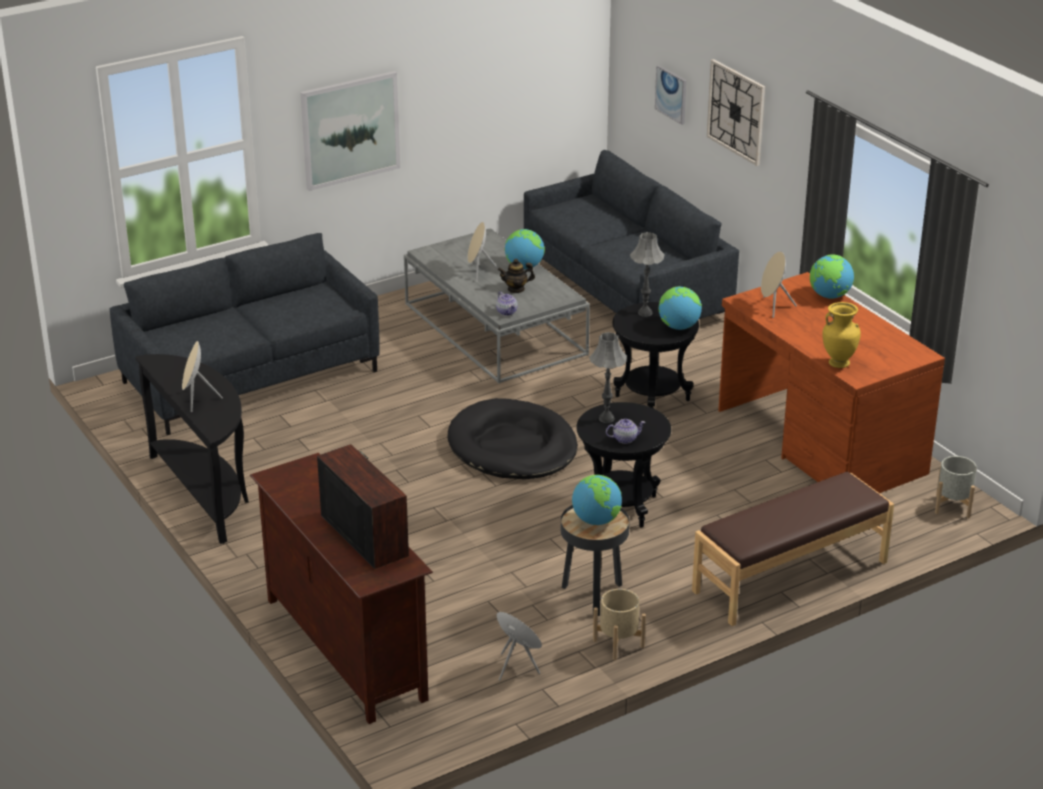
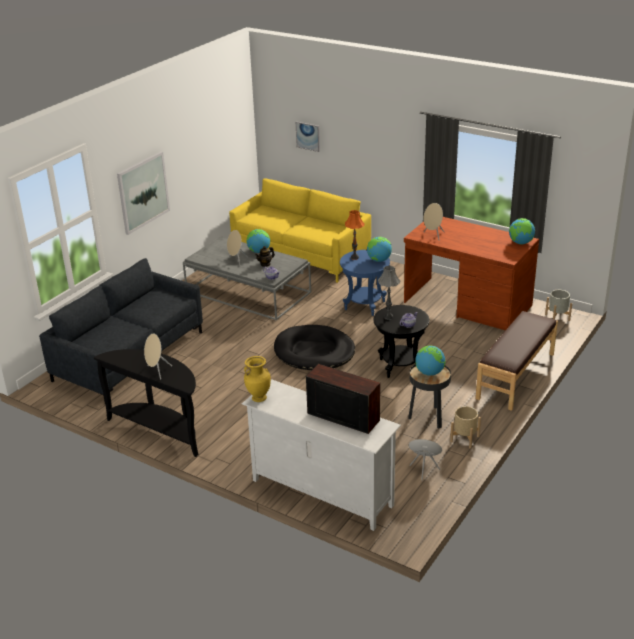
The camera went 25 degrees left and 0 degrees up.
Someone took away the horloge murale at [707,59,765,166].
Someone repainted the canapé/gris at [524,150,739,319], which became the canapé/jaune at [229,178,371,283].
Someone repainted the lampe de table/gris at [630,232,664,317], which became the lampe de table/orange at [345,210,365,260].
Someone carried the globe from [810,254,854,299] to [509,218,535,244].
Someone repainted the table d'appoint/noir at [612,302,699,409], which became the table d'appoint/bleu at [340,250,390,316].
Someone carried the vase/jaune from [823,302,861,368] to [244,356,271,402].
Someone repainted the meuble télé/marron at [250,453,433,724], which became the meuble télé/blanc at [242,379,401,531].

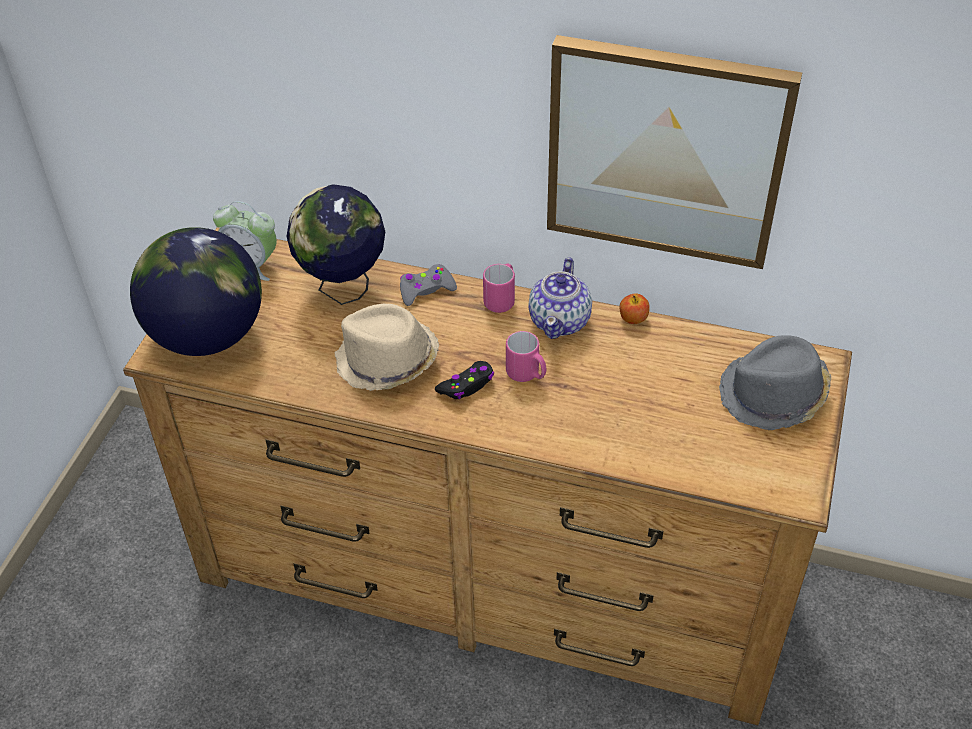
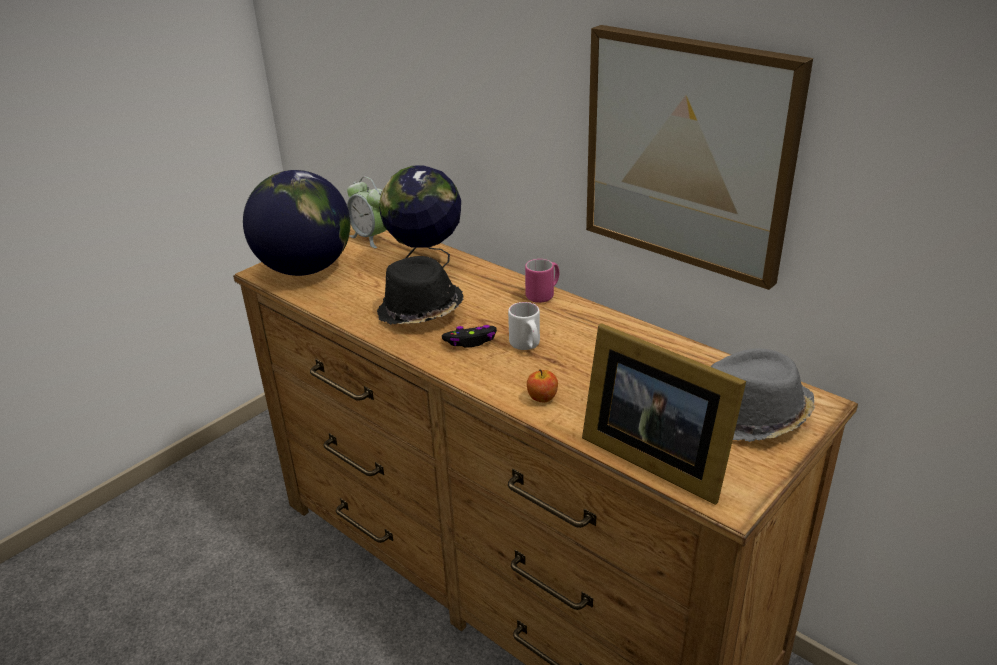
The camera went 25 degrees right and 15 degrees down.
Someone took away the théière at [528,257,592,339].
Someone took away the manette/gris at [400,264,457,306].
Someone carried the pomme from [620,293,650,324] to [527,369,558,402].
Someone repainted the chapeau/beige at [335,304,439,391], which became the chapeau/noir at [377,256,464,325].
Someone repainted the mug/rose at [506,331,546,382], which became the mug/blanc at [508,302,540,350].
Someone put down the cadre photo at [582,323,746,505].

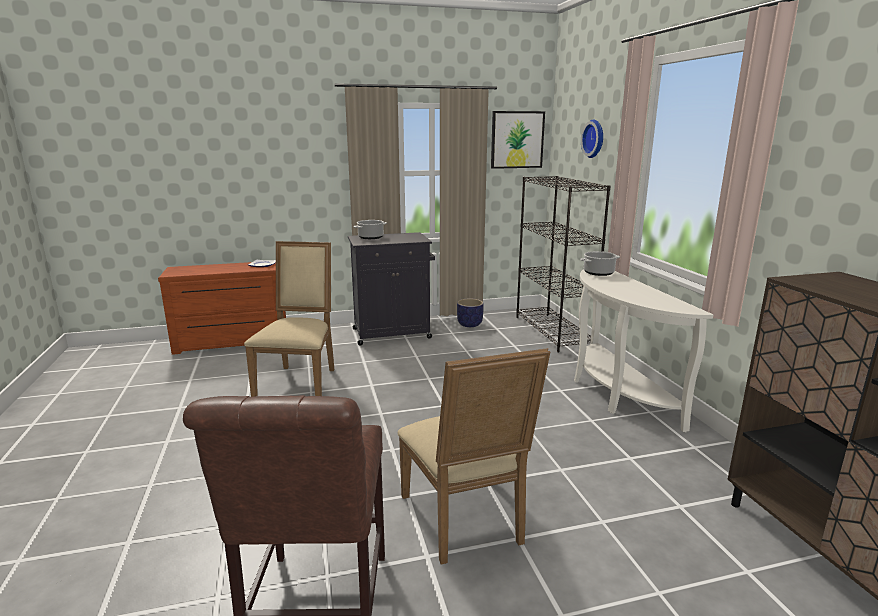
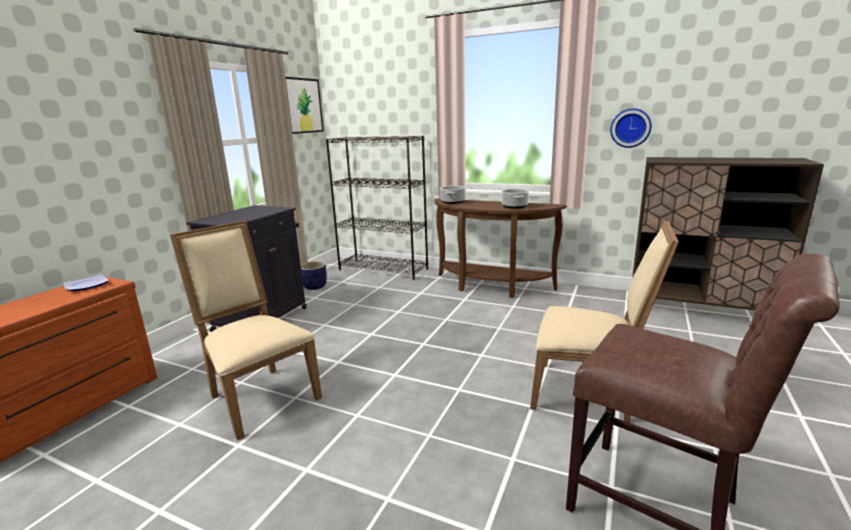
The camera went 50 degrees left and 0 degrees up.
Someone carried the horloge murale from [581,119,603,158] to [610,108,652,148].
Someone carried the marmite from [354,220,387,239] to [501,189,529,208].
Someone repainted the table console/blanc at [574,269,714,432], which became the table console/marron at [434,199,567,298].

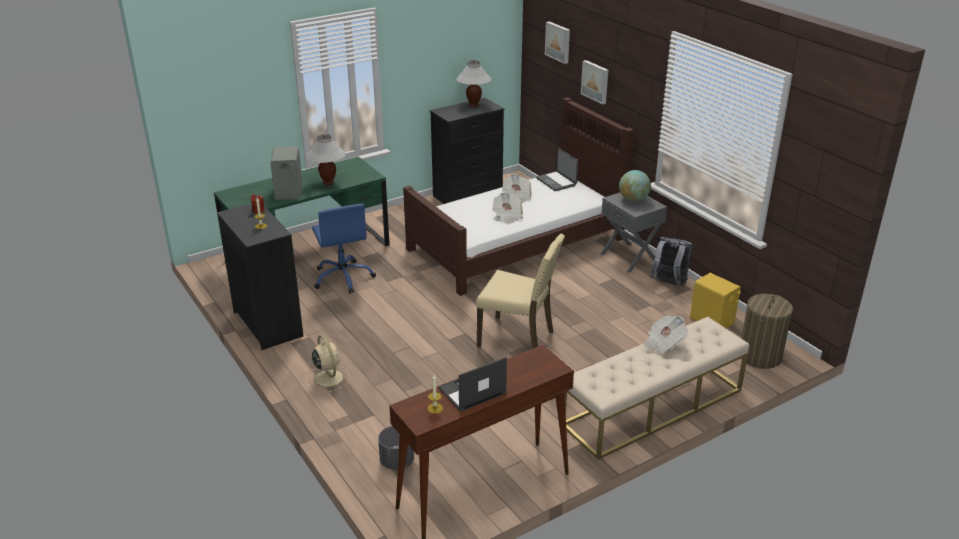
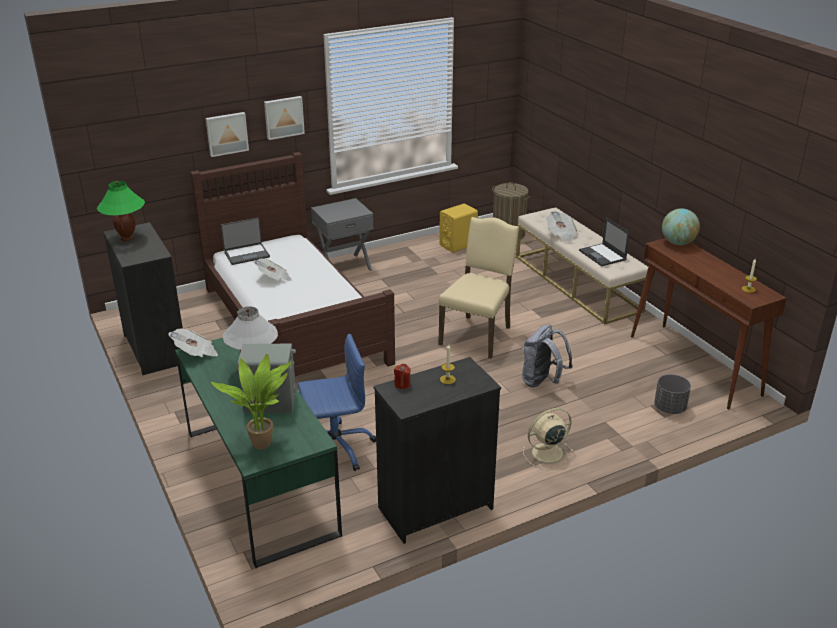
The camera went 85 degrees left and 0 degrees up.
Someone carried the tableau from [545,21,570,64] to [264,96,305,140].
Someone repainted the lampe de table/blanc at [456,60,491,107], which became the lampe de table/vert at [97,181,145,242].
Someone carried the globe from [619,170,651,202] to [662,208,700,245].
Someone carried the journal from [492,192,523,224] to [168,328,218,357].
Someone carried the sac à dos/gris from [649,237,693,286] to [522,324,573,387].
Someone carried the ordinateur portable from [438,357,507,412] to [579,217,630,267].
Someone put down the plante en pot at [211,354,292,450].

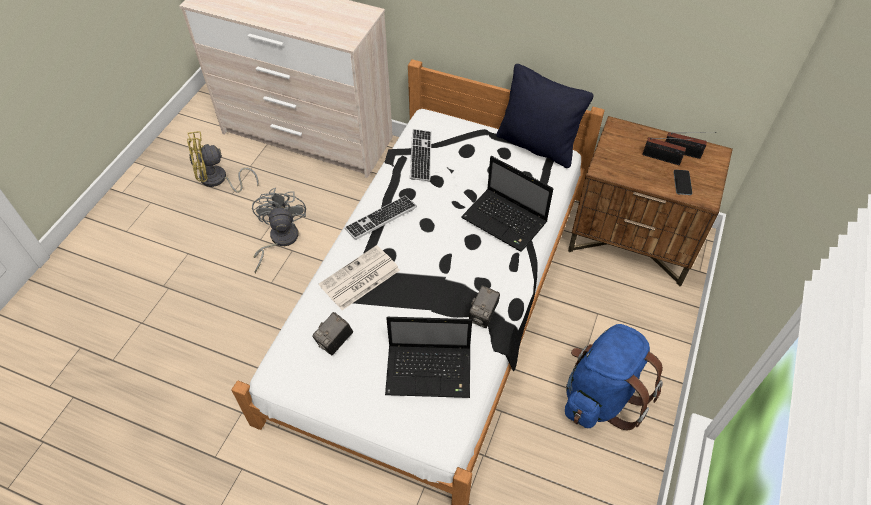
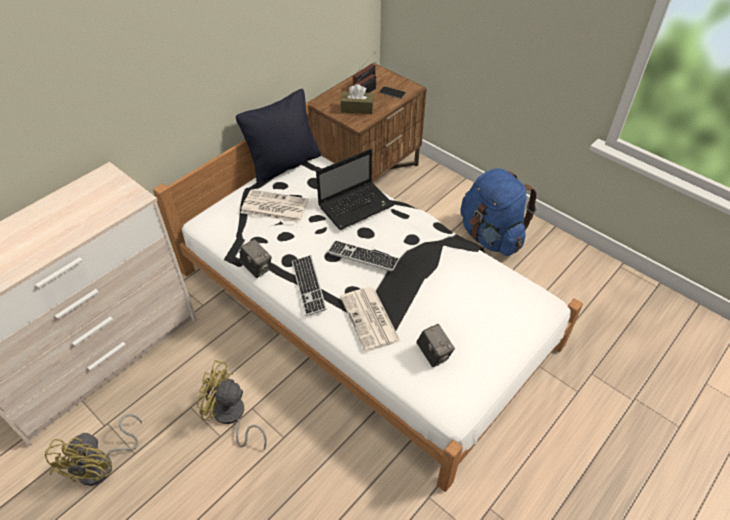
The camera went 70 degrees left and 5 degrees down.
Someone carried the clavier from [410,129,432,181] to [327,240,399,272].
Someone repainted the ventilateur/gris at [252,188,306,273], which became the ventilateur/jaune at [197,360,267,450].
Someone carried the appareil photo from [469,286,500,328] to [239,239,272,278].
Someone took away the ordinateur portable at [385,317,472,398].
Someone put down the boîte à mouchoirs/marron at [340,84,374,114].
Someone put down the journal at [241,190,309,223].

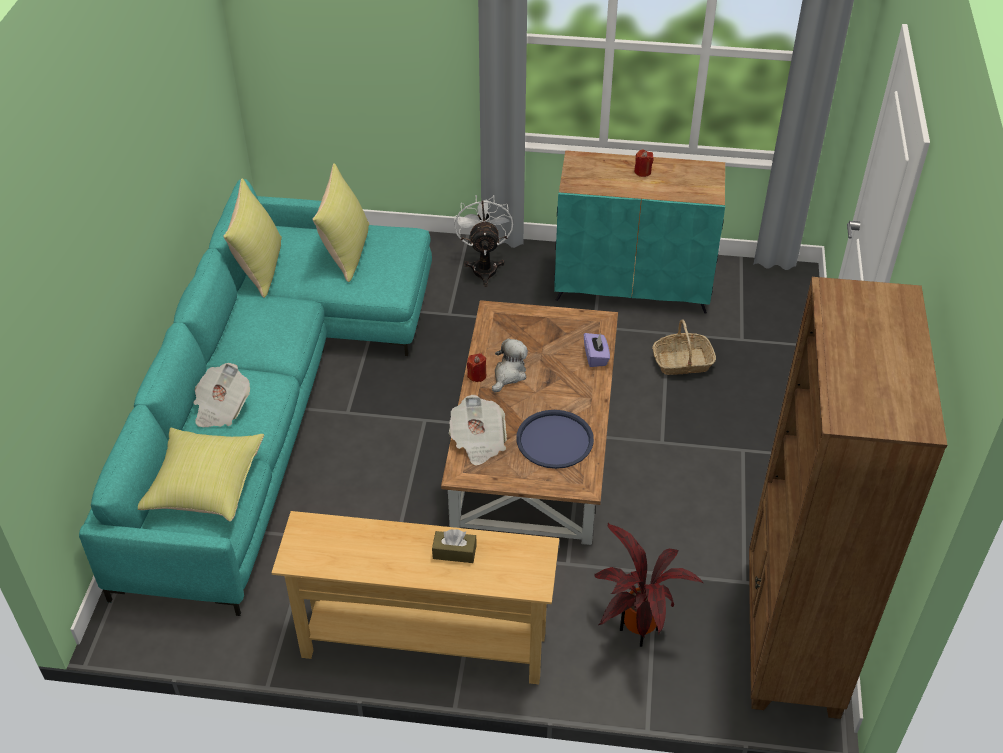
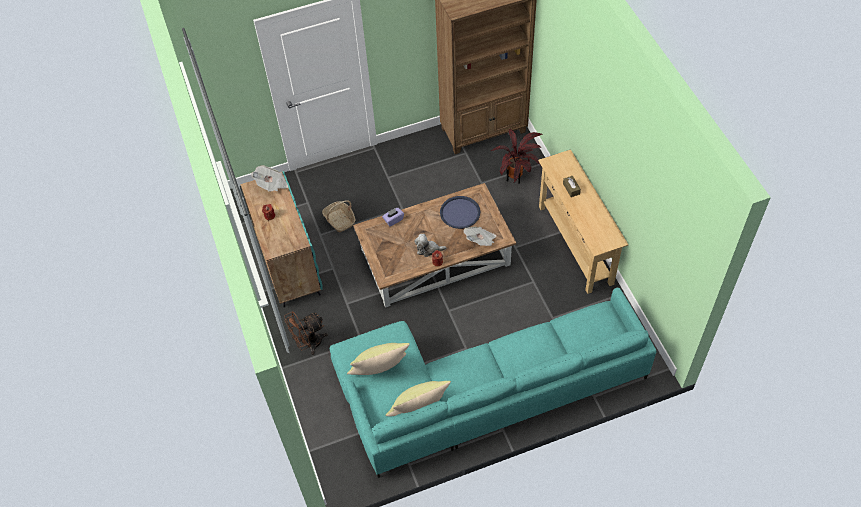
The camera went 115 degrees left and 10 degrees up.
Someone repainted the ventilateur/blanc at [455,195,513,287], which became the ventilateur/marron at [284,311,328,355].
Someone carried the journal from [194,363,250,427] to [251,165,288,192].
Someone took away the coussin/jaune at [138,427,264,521].

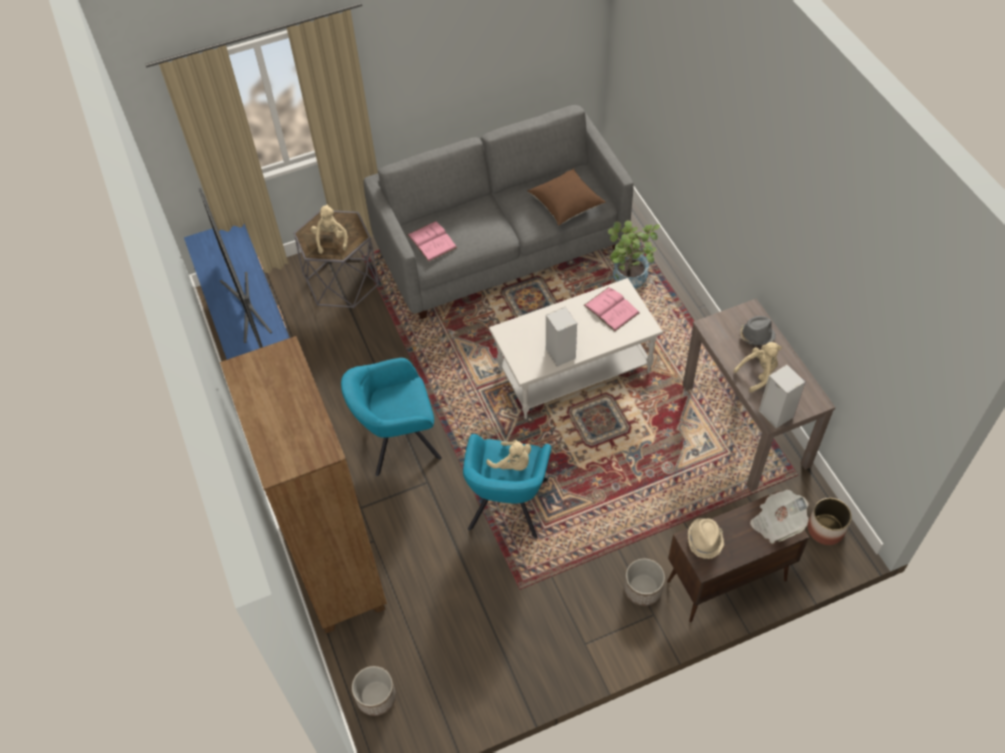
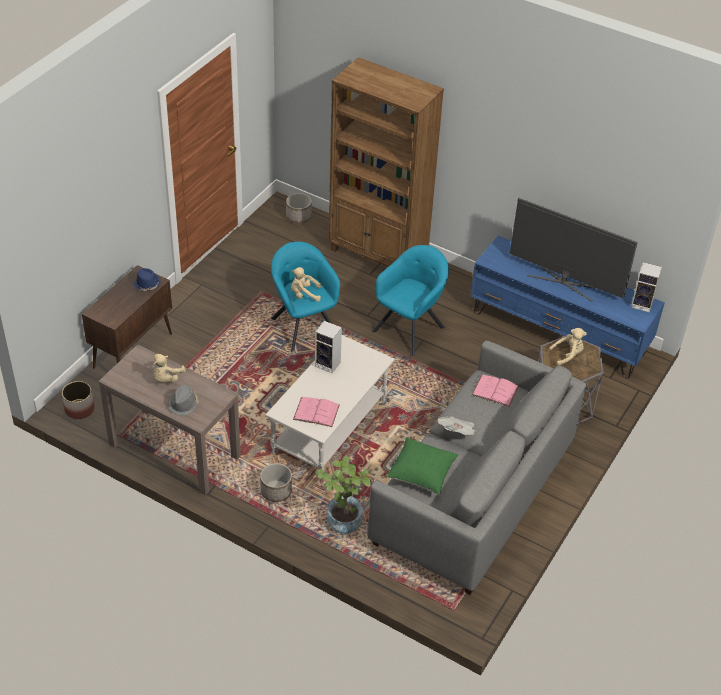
The camera went 140 degrees right and 10 degrees down.
Someone repainted the coussin/marron at [528,169,606,226], which became the coussin/vert at [386,437,459,495].
Someone rotated the peluche/beige at [311,205,348,254] by 60 degrees counterclockwise.
Someone carried the enceinte from [759,364,805,428] to [631,262,662,313].
Someone carried the journal from [750,490,809,544] to [438,416,475,435].
Someone repainted the chapeau/beige at [688,518,724,559], which became the chapeau/bleu at [134,268,161,291].
Someone carried the cache-pot from [624,559,665,606] to [260,463,292,502].

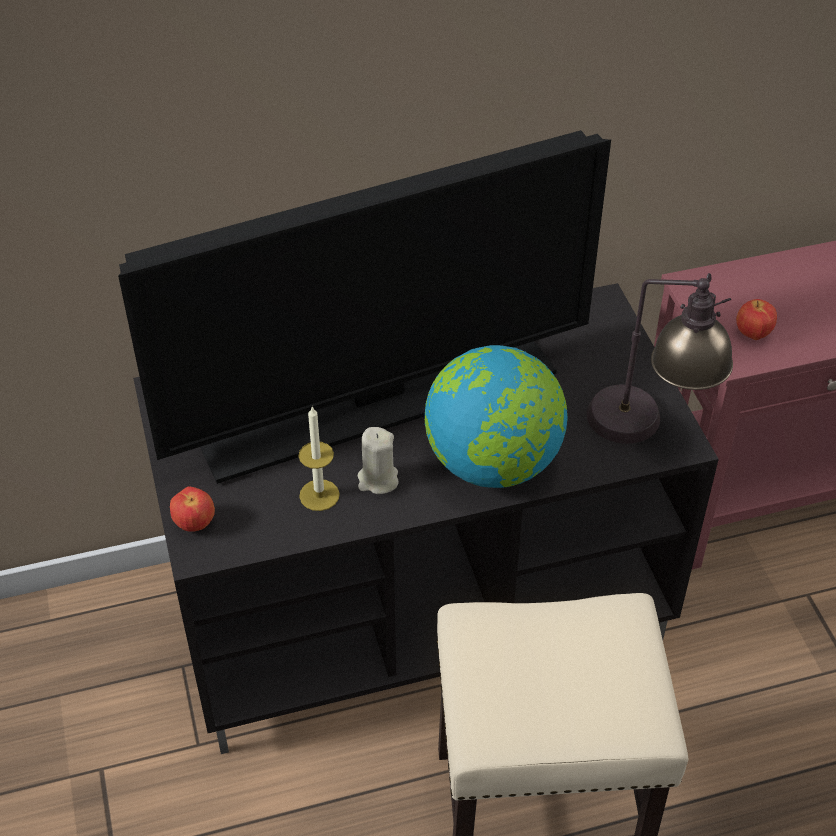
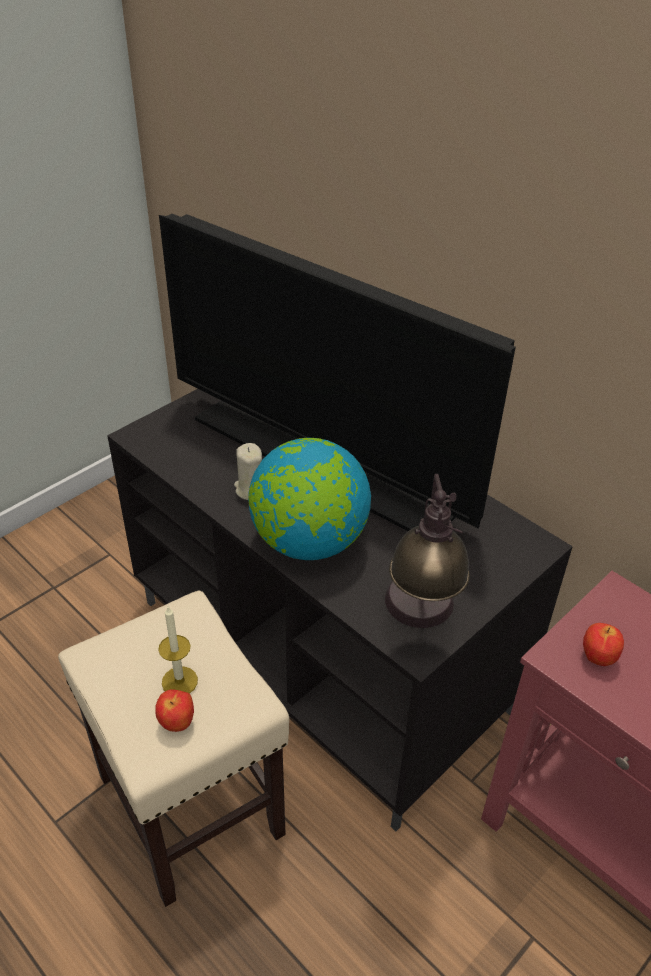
The camera went 60 degrees right and 5 degrees down.
Someone carried the bougie from [299,407,340,511] to [158,607,198,694].
Someone carried the pomme from [170,486,215,532] to [155,689,194,732].

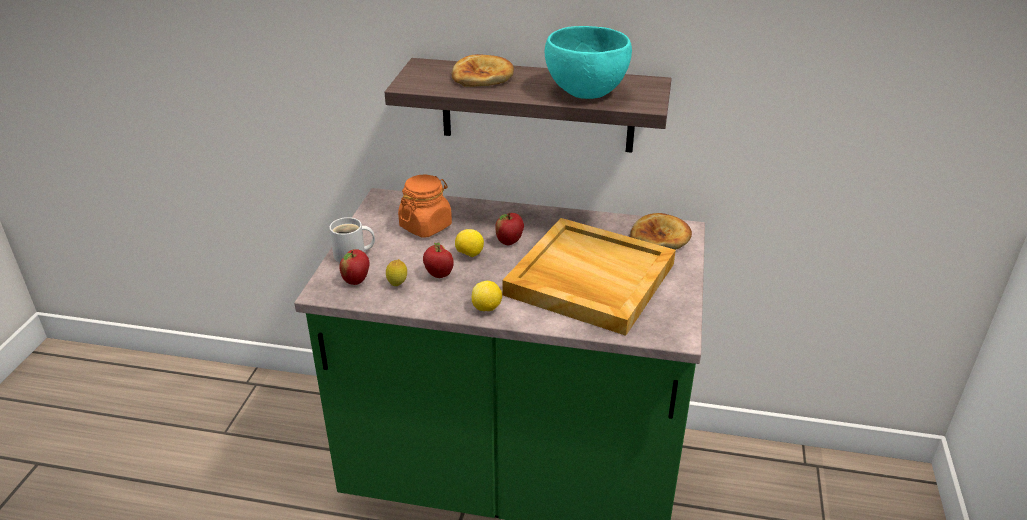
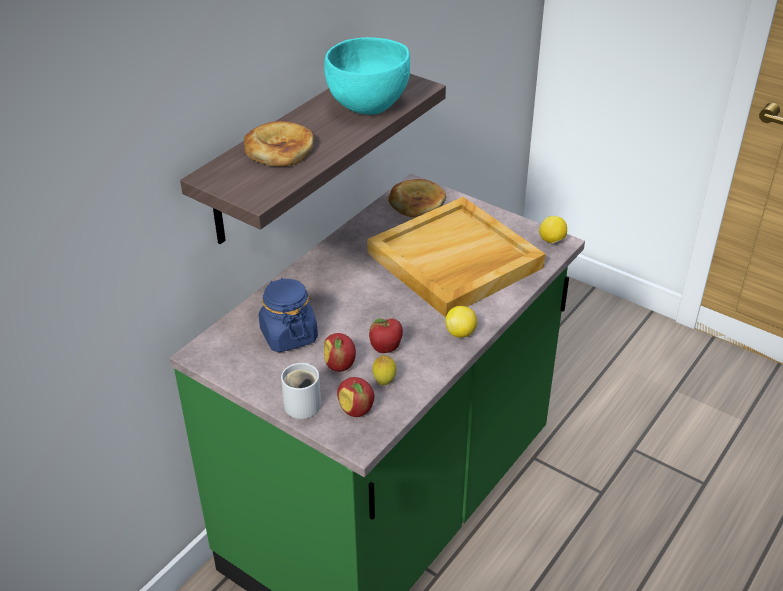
The camera went 65 degrees left and 5 degrees up.
Someone repainted the bocal/orange at [398,175,452,238], which became the bocal/bleu at [259,278,318,352].
Someone carried the pomme from [495,213,524,245] to [324,333,356,372].
Someone carried the citron from [455,229,484,257] to [539,216,567,243].

